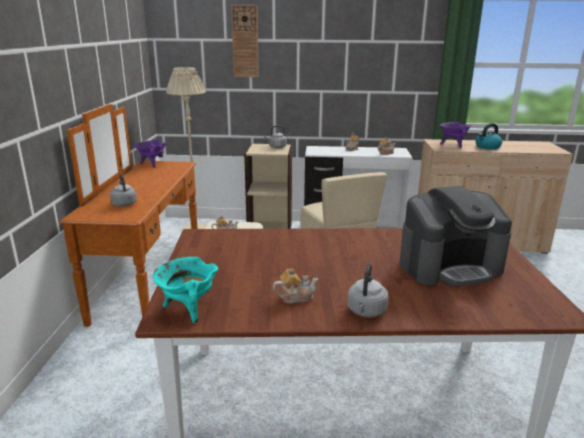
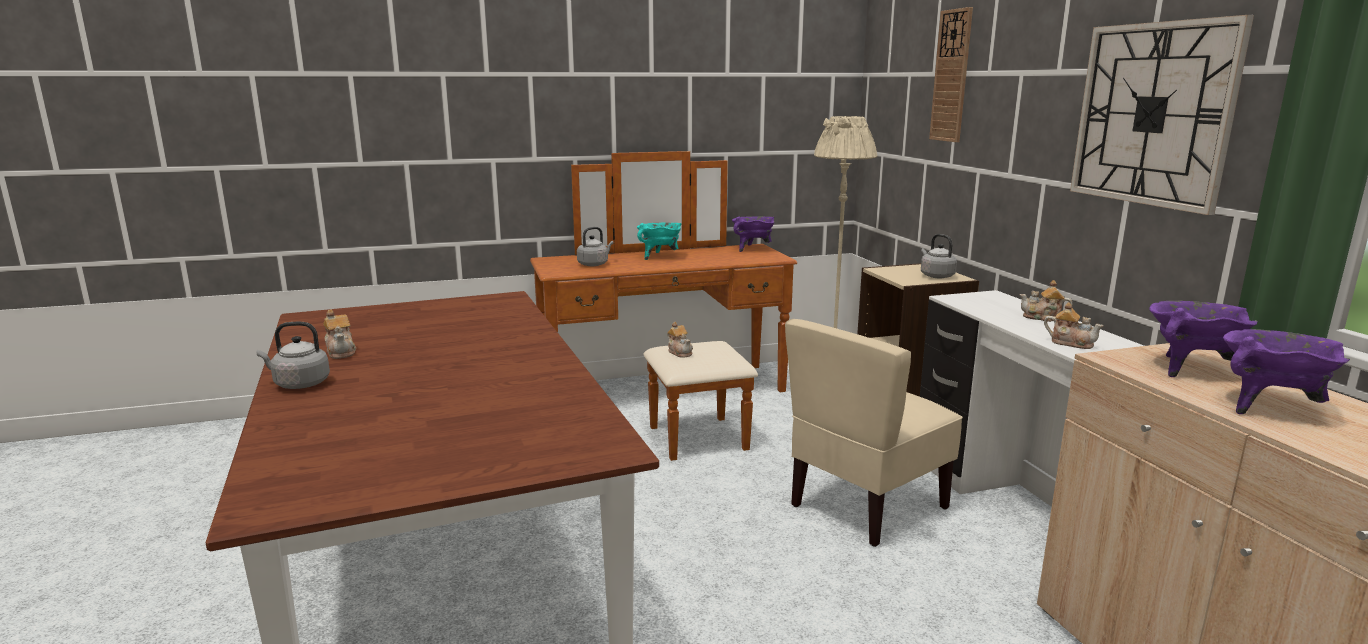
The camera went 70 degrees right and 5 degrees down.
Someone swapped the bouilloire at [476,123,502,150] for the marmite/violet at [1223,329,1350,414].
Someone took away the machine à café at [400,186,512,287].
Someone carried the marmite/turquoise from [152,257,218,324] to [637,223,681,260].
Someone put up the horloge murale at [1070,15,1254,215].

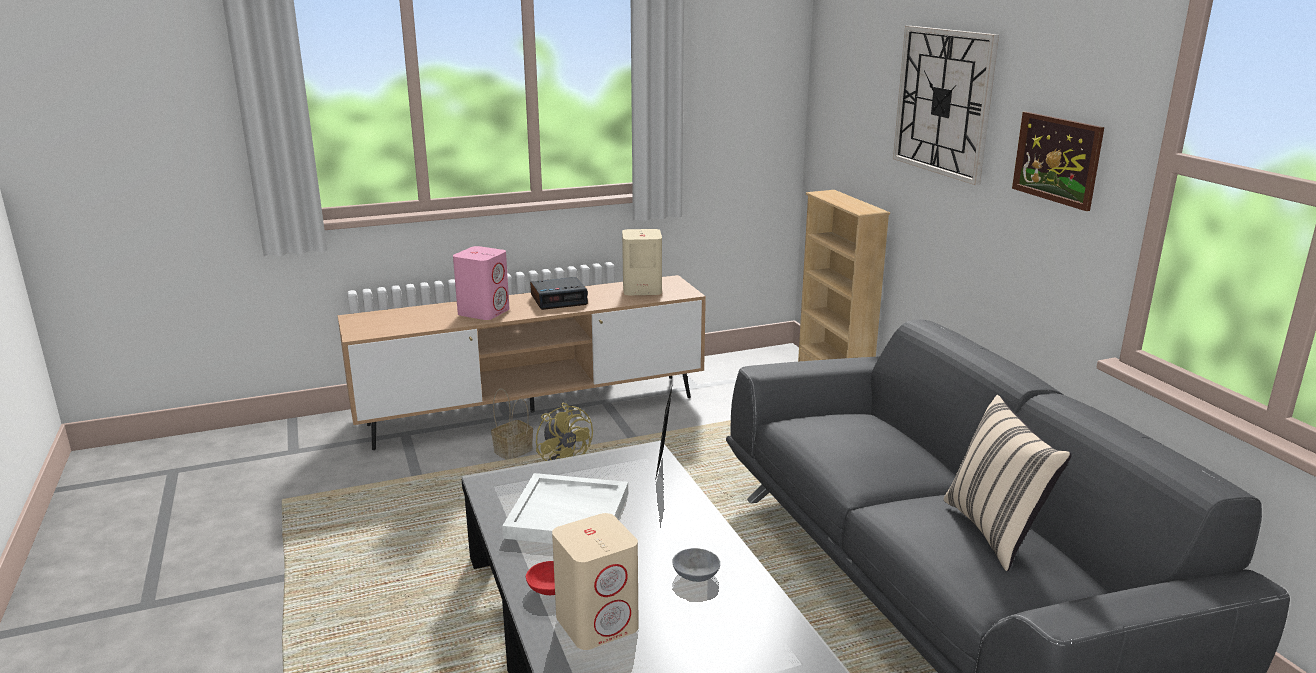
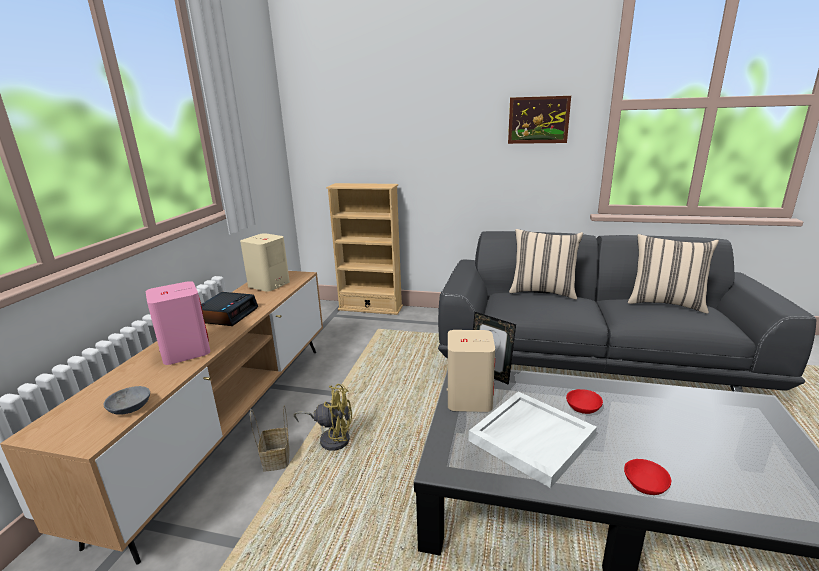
The camera went 55 degrees left and 0 degrees up.
Someone took away the horloge murale at [893,26,999,185].
Someone carried the enceinte/beige from [552,513,639,650] to [447,330,495,412].
Someone carried the bol/gris from [673,548,720,582] to [103,386,150,414].
Someone put down the coussin/beige at [509,229,583,300].
Someone put down the bol/rouge at [566,389,603,414].

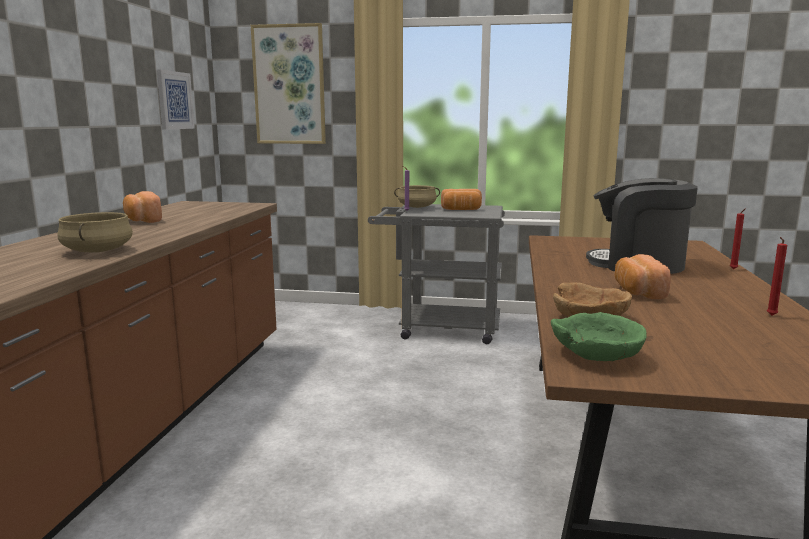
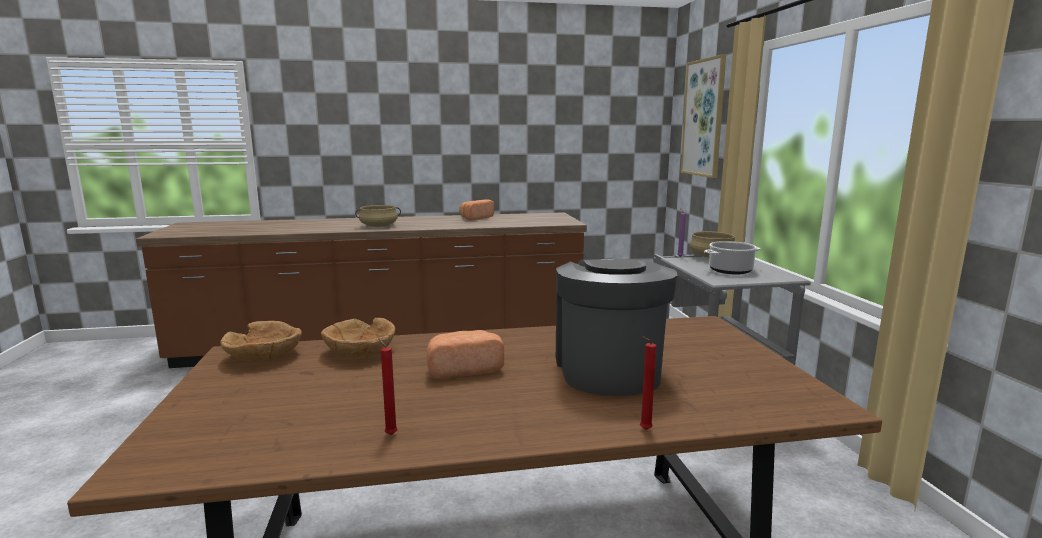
The camera went 70 degrees right and 0 degrees up.
Someone took away the tableau at [157,70,195,130].
Someone swapped the pain at [441,189,482,210] for the marmite at [704,241,760,275].
Someone repainted the bol/vert at [551,312,647,361], which became the bol/marron at [220,321,302,362].

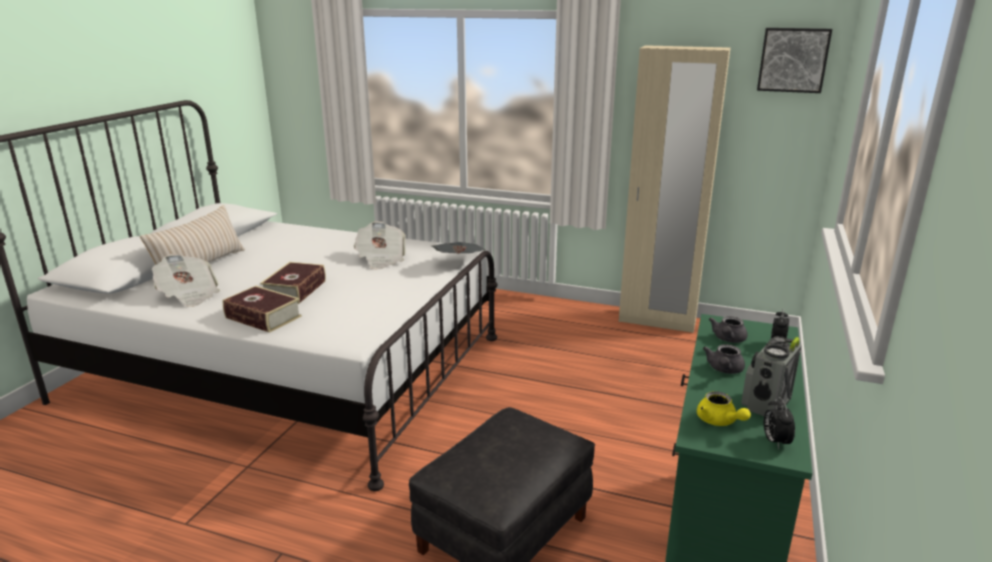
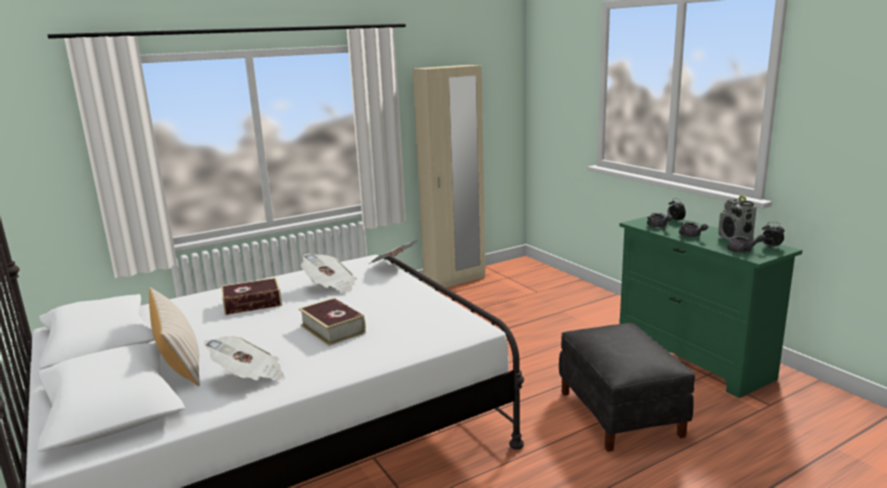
The camera went 50 degrees left and 5 degrees down.
Someone took away the tableau at [757,28,832,93].
Someone carried the livre from [223,286,302,333] to [221,278,282,315].
Someone repainted the théière/jaune at [697,391,751,426], which became the théière/gris at [727,234,766,253].

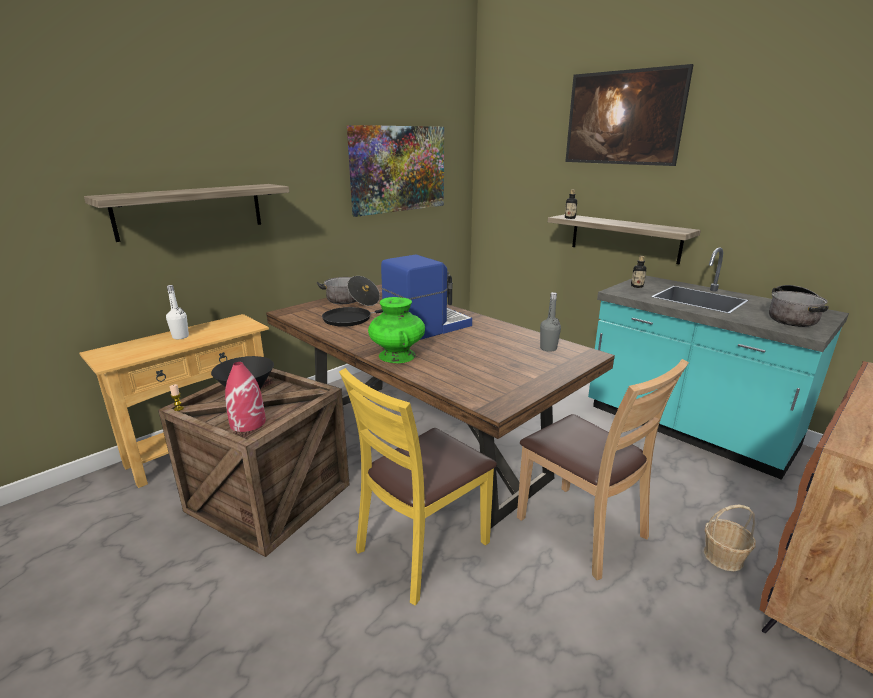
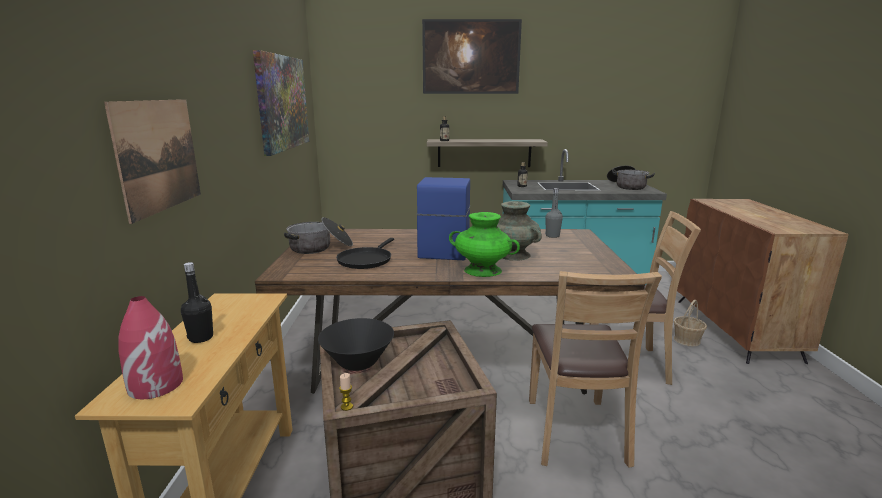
The camera went 45 degrees left and 5 degrees down.
Someone swapped the étagère at [84,184,289,242] for the tableau at [104,99,201,224].
Someone repainted the bouteille/blanc at [166,285,189,339], which became the bouteille/noir at [181,262,213,343].
Someone carried the vase/rouge from [225,362,266,432] to [118,296,183,399].
Someone repainted the chaise/jaune at [339,368,497,606], which became the chaise/marron at [529,271,662,468].
Someone put down the vase/turquoise at [497,201,542,261].

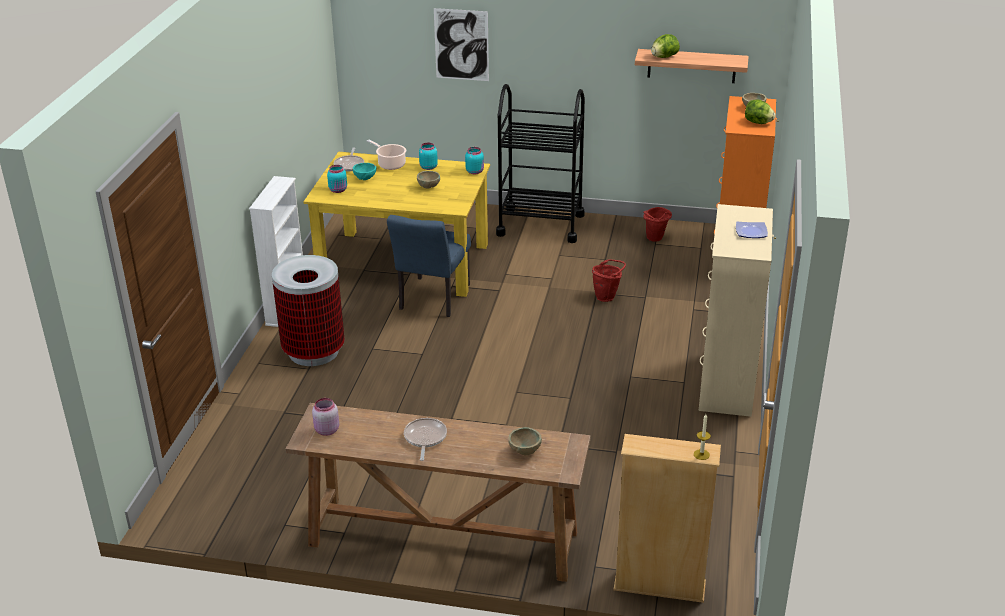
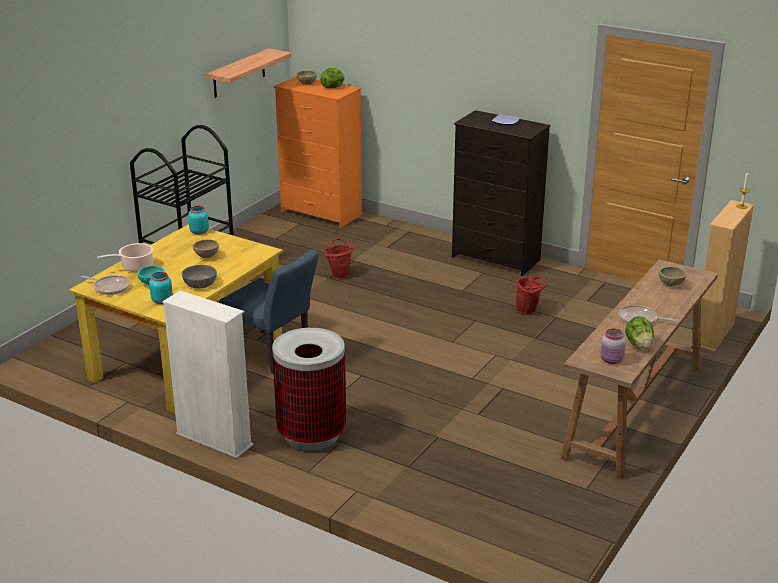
The camera went 70 degrees left and 5 degrees down.
Someone took away the tableau at [434,8,489,81].
Someone carried the laitue from [651,34,680,58] to [625,316,654,349].
Someone took away the bocal/turquoise at [419,142,438,170].
Someone repainted the commode/beige at [699,204,776,417], which became the commode/noir at [452,110,550,276].
Someone carried the seau/rouge from [644,207,672,242] to [516,276,549,315].
Someone put down the bol/gris at [182,265,217,288].

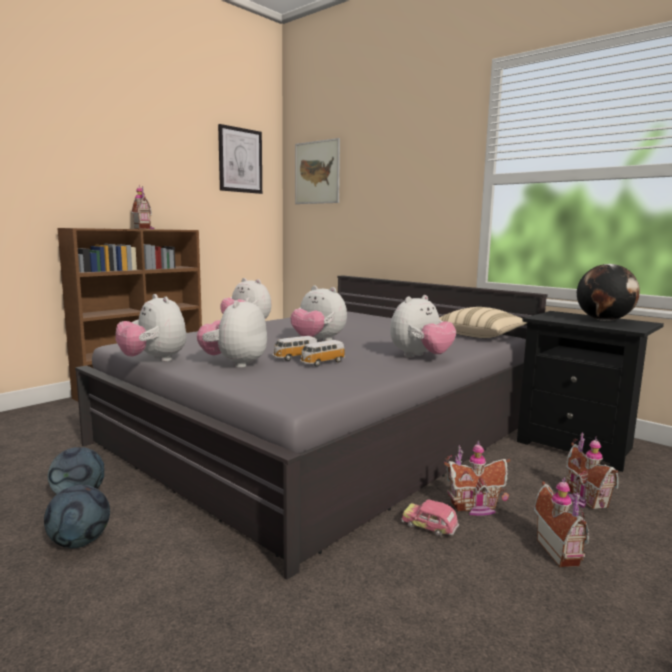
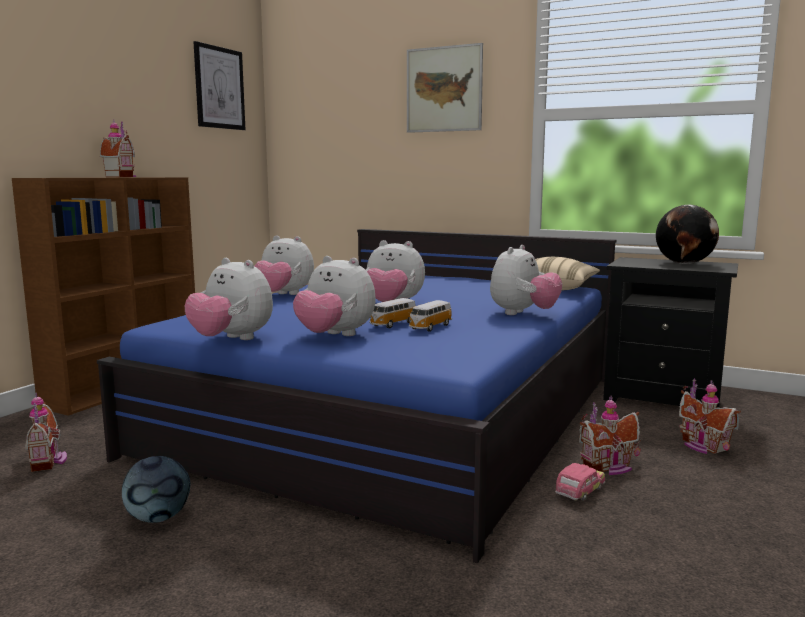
The camera went 15 degrees left and 0 degrees up.
Someone carried the tableau from [295,138,340,204] to [407,43,483,133].
Someone repainted the lit/gris at [75,275,548,580], which became the lit/bleu at [97,229,616,563].
Someone rotated the peluche at [197,297,267,368] by 60 degrees counterclockwise.
Someone carried the maison miniature from [534,477,589,567] to [25,392,67,472].
Someone took away the ballon de foot at [44,485,110,548].
Someone rotated the petite voiture at [401,500,459,537] by 120 degrees clockwise.

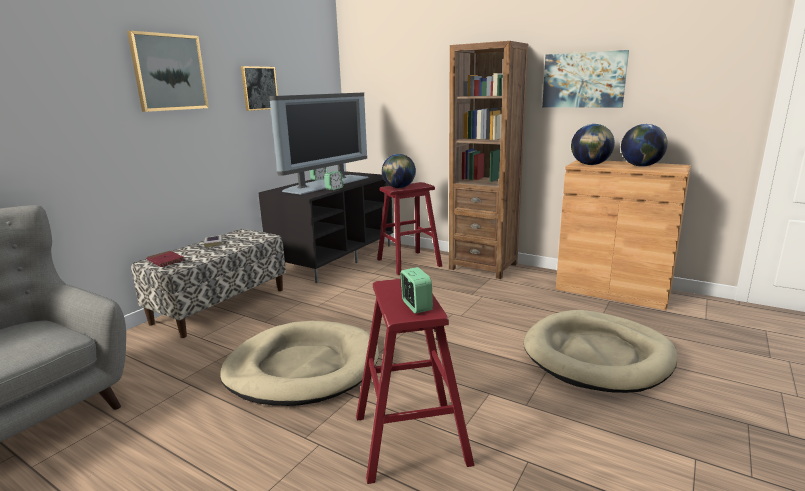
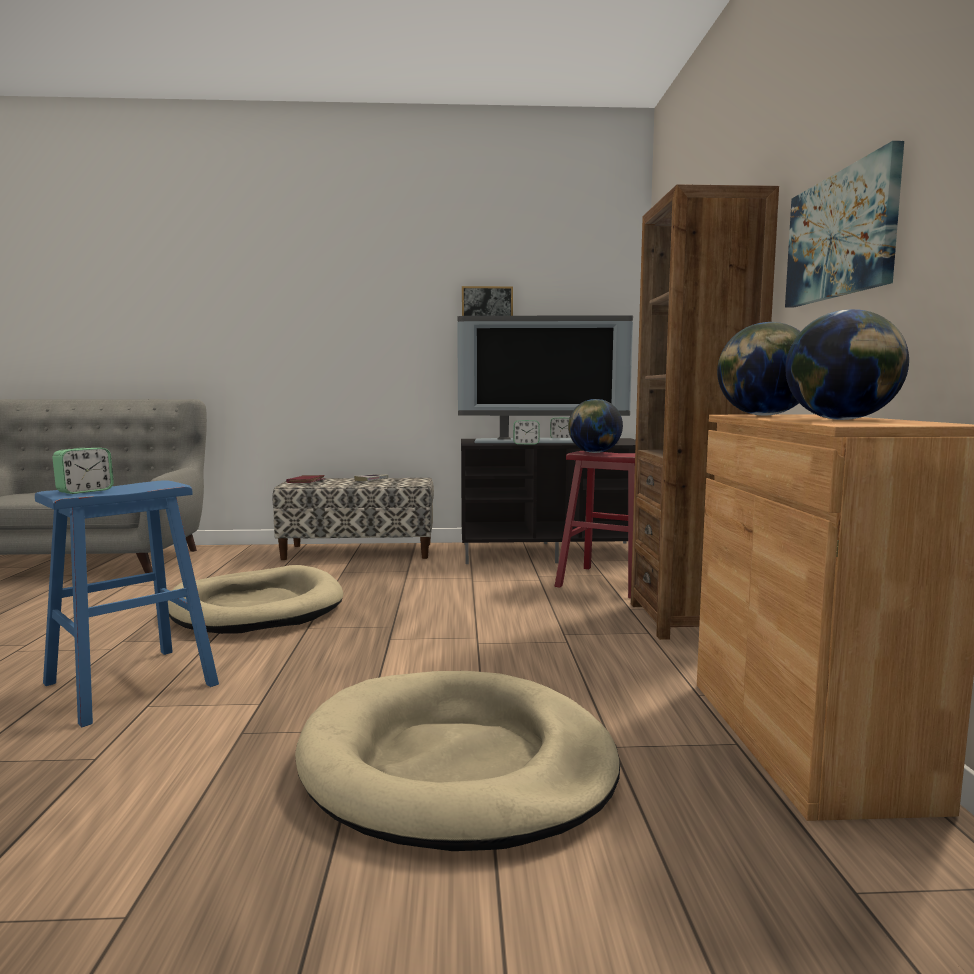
The camera went 55 degrees right and 10 degrees down.
Someone took away the tableau at [127,31,209,112].
Someone repainted the tabouret/rouge at [356,279,475,484], which became the tabouret/bleu at [35,481,219,728].

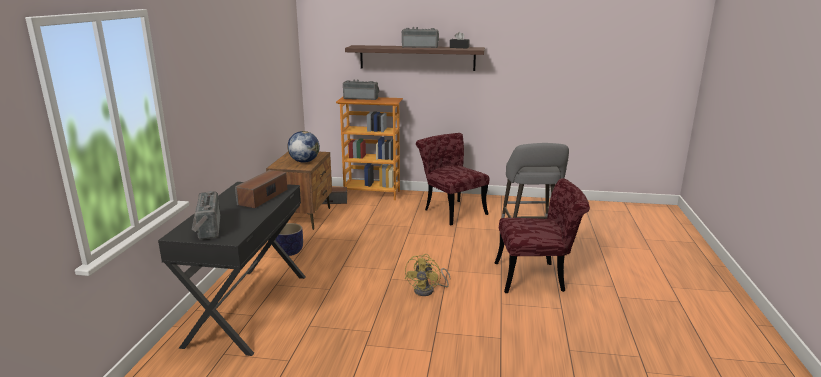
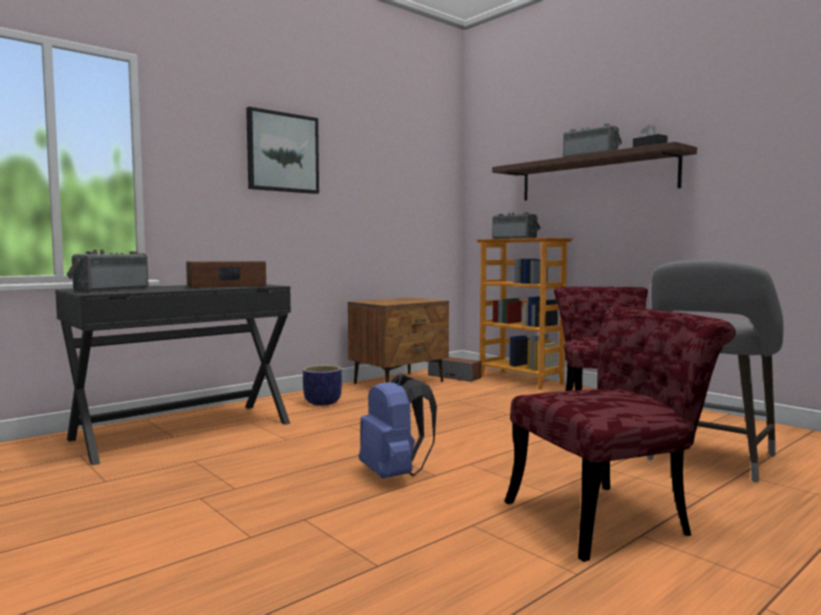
The camera went 40 degrees right and 15 degrees down.
Someone took away the globe at [287,131,320,163].
Someone rotated the chaise/rouge at [495,178,590,293] by 60 degrees counterclockwise.
Someone swapped the ventilateur/jaune at [405,254,450,296] for the sac à dos/bleu at [359,373,437,478].
Someone put up the tableau at [246,107,319,194].

